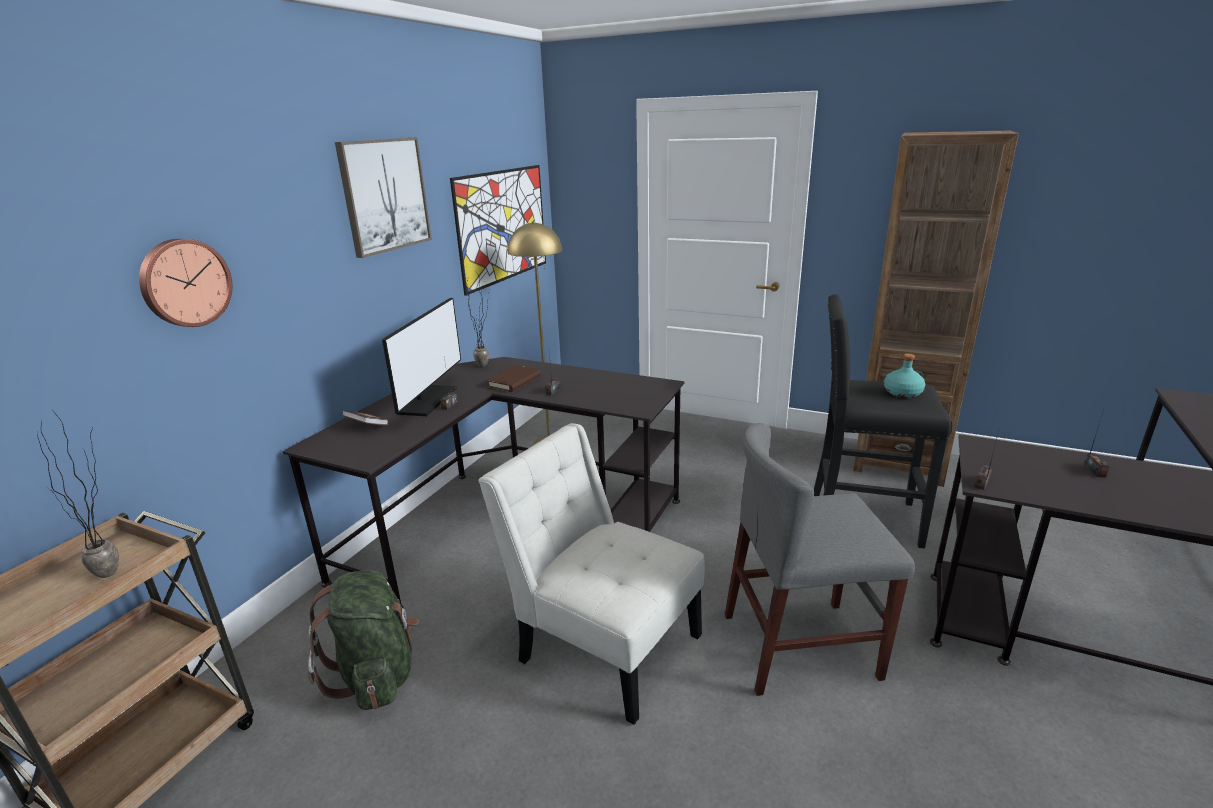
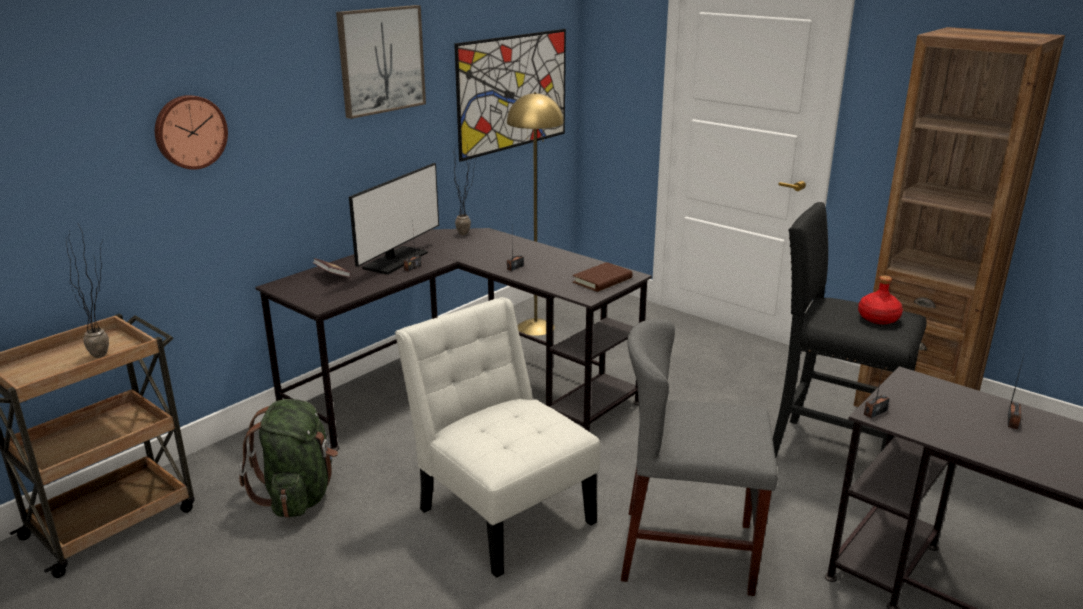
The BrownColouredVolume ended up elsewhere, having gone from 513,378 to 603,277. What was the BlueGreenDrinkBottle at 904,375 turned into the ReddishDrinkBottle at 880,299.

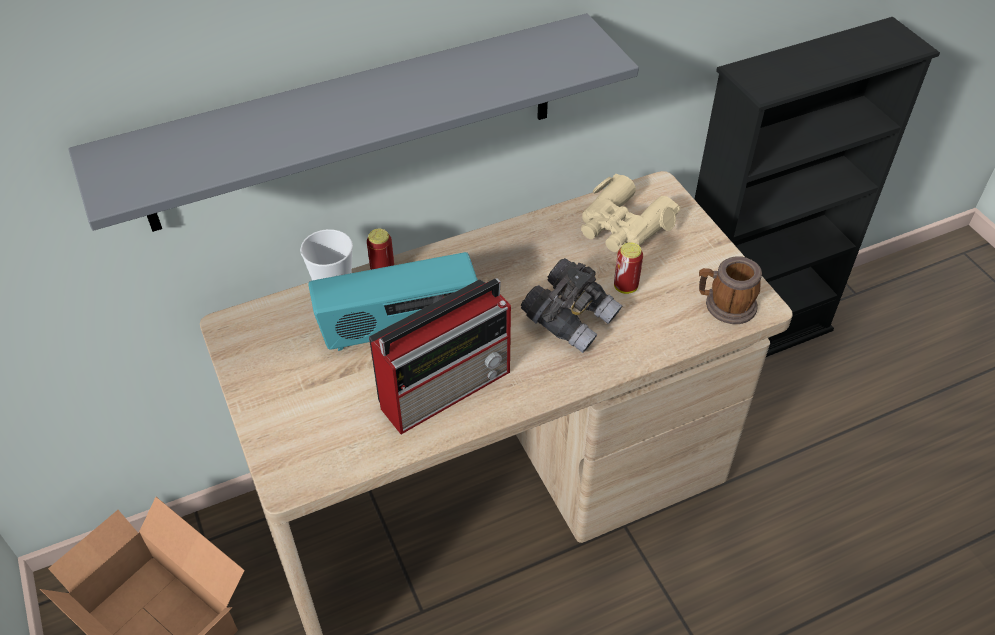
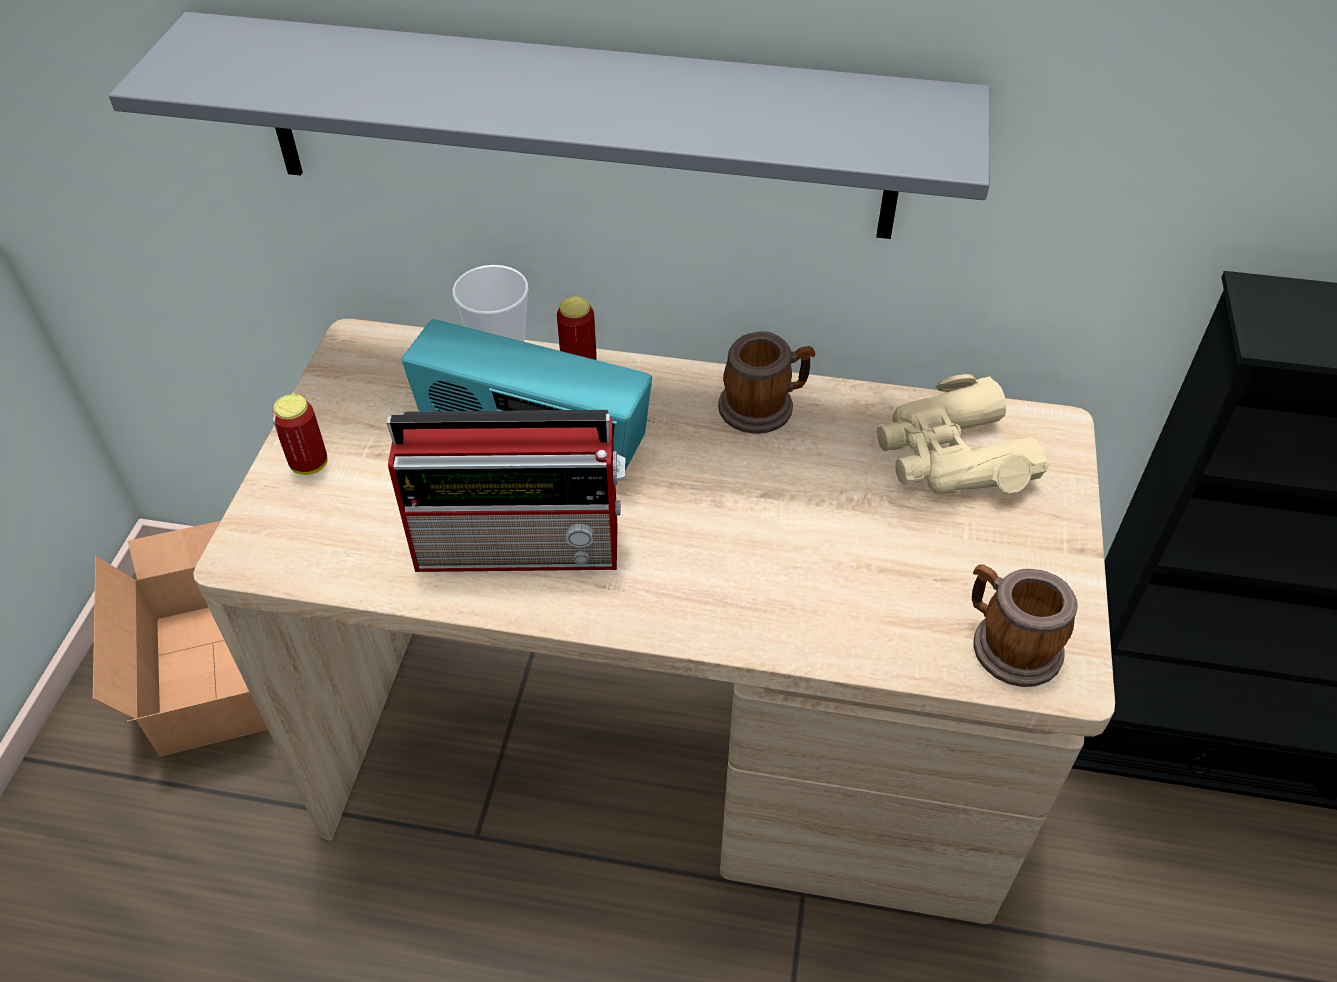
The second view lost the GrayBinoculars at 571,305. The MetalCan ended up elsewhere, having gone from 628,268 to 300,434. The second view gained the CoffeeMug at 766,383.

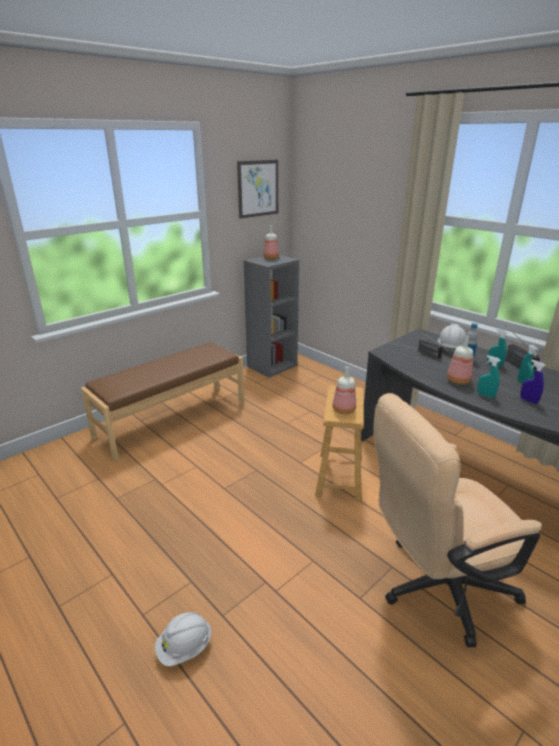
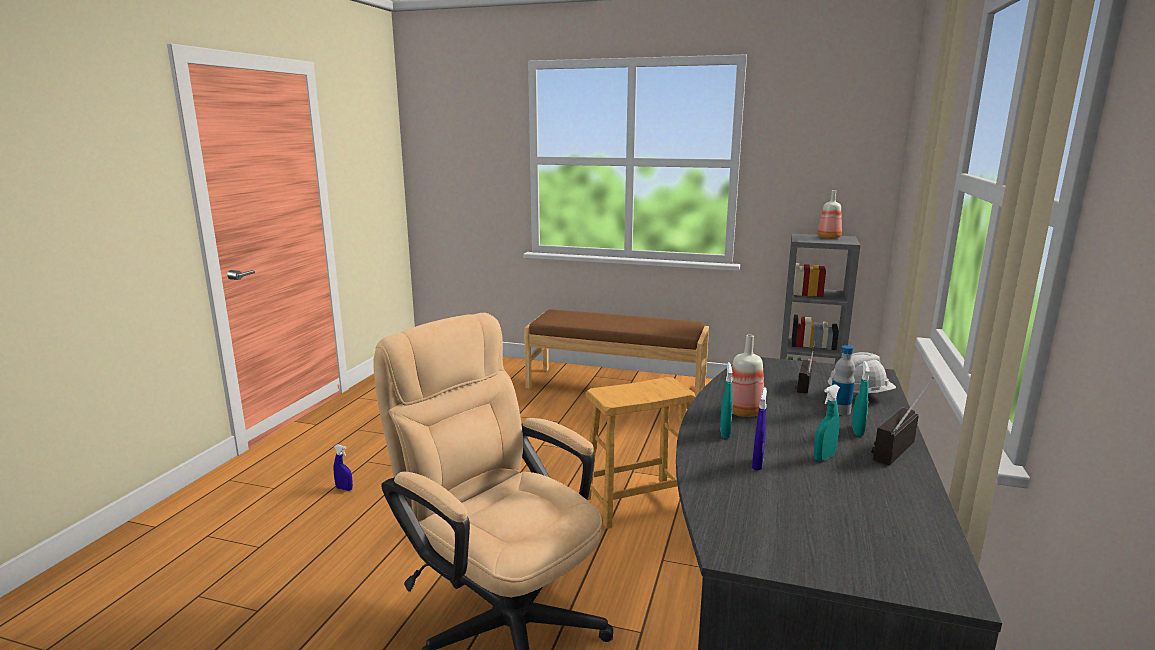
Where the WhiteHardHat stood at 183,639, the BluishSprayer came to stand at 343,467. The second view lost the WallPicture at 257,189. The second view lost the DrinkBottle at 344,390.

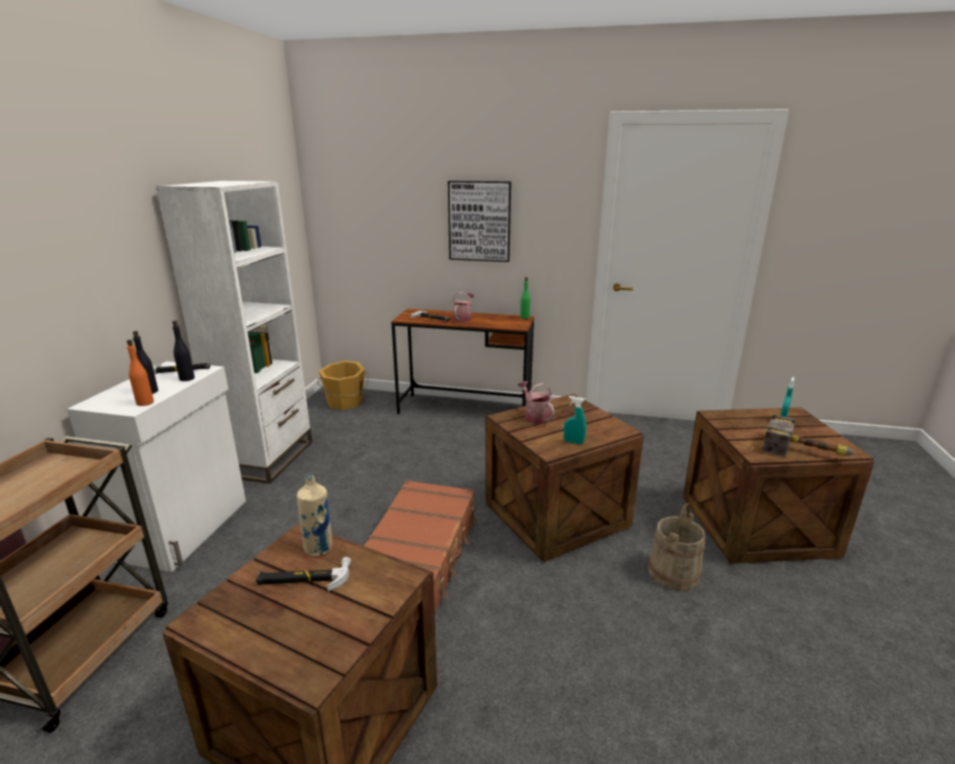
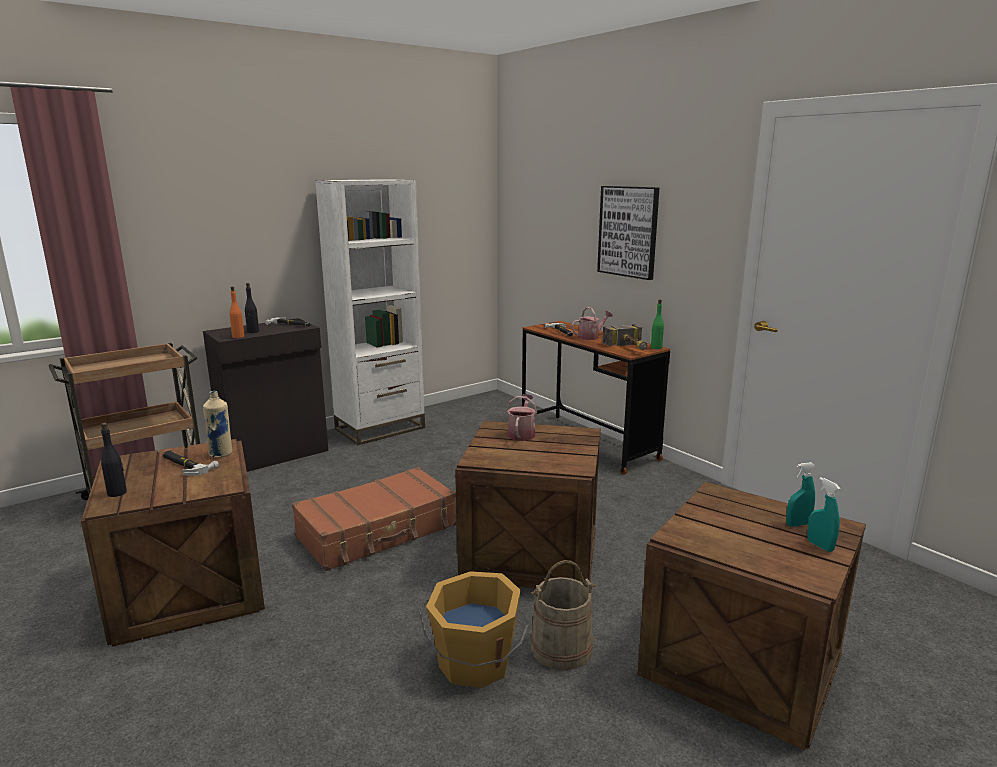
What was the WhiteCabinet at 156,466 turned into the BlackCabinet at 265,395. The BlackDrinkBottle ended up elsewhere, having gone from 183,351 to 114,460. The OrangeBucket ended up elsewhere, having gone from 342,385 to 473,629. The BlueGreenSprayer ended up elsewhere, having gone from 575,420 to 824,514. The ToolHammer ended up elsewhere, having gone from 808,435 to 624,337.

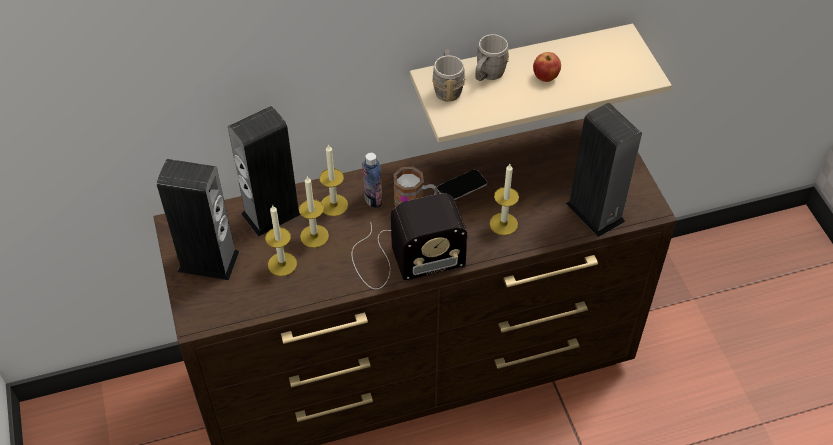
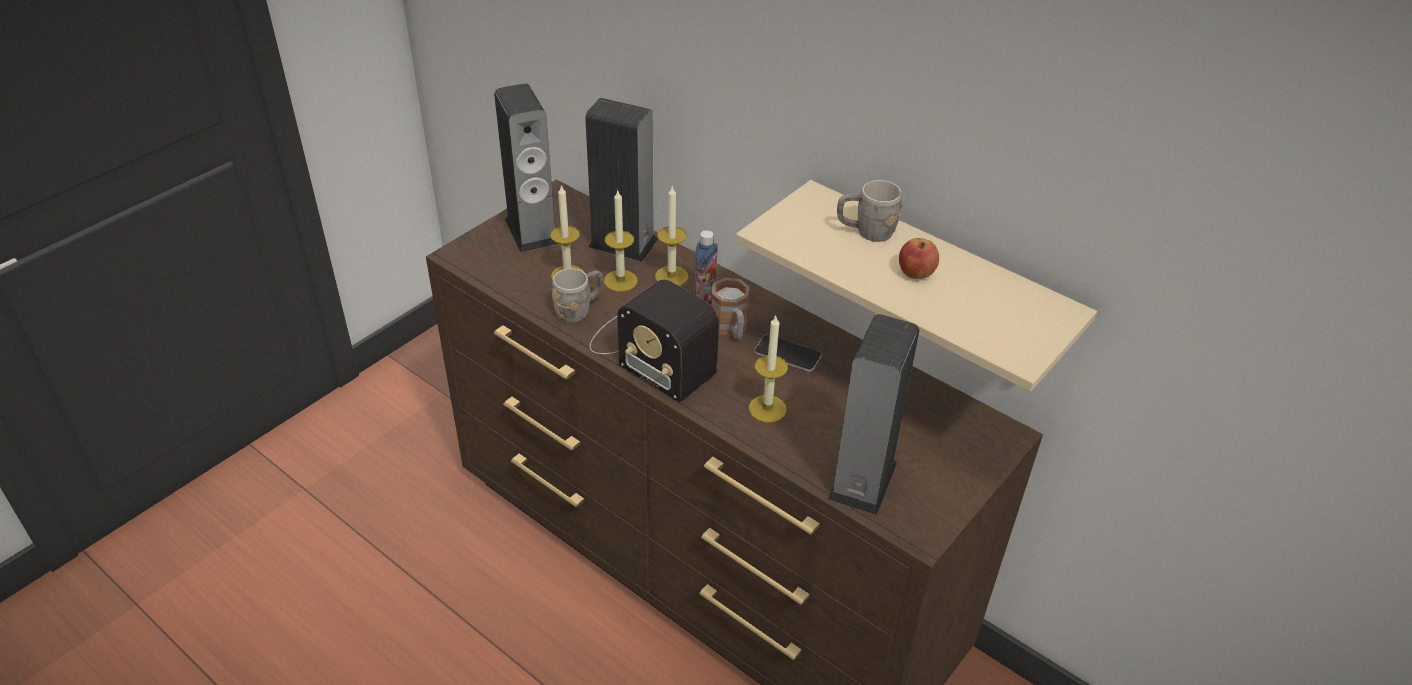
The GrayCoffeeMug ended up elsewhere, having gone from 448,76 to 578,295.

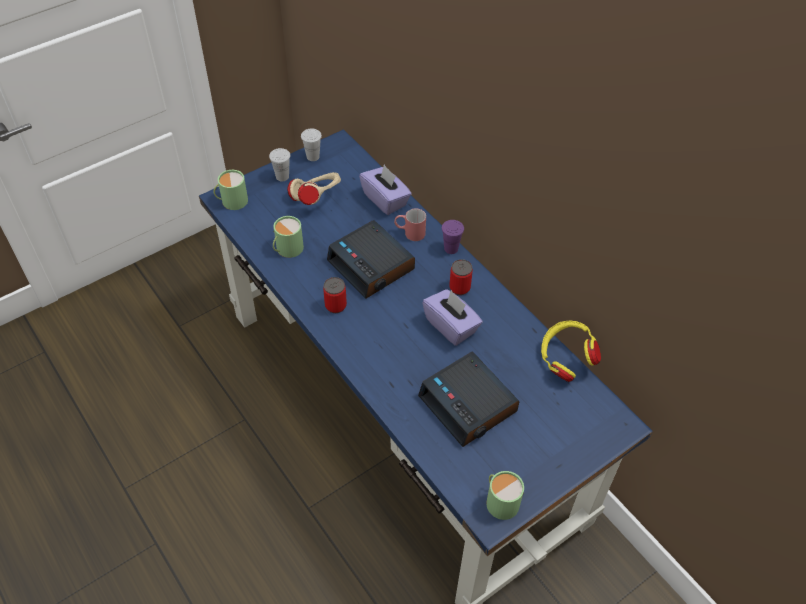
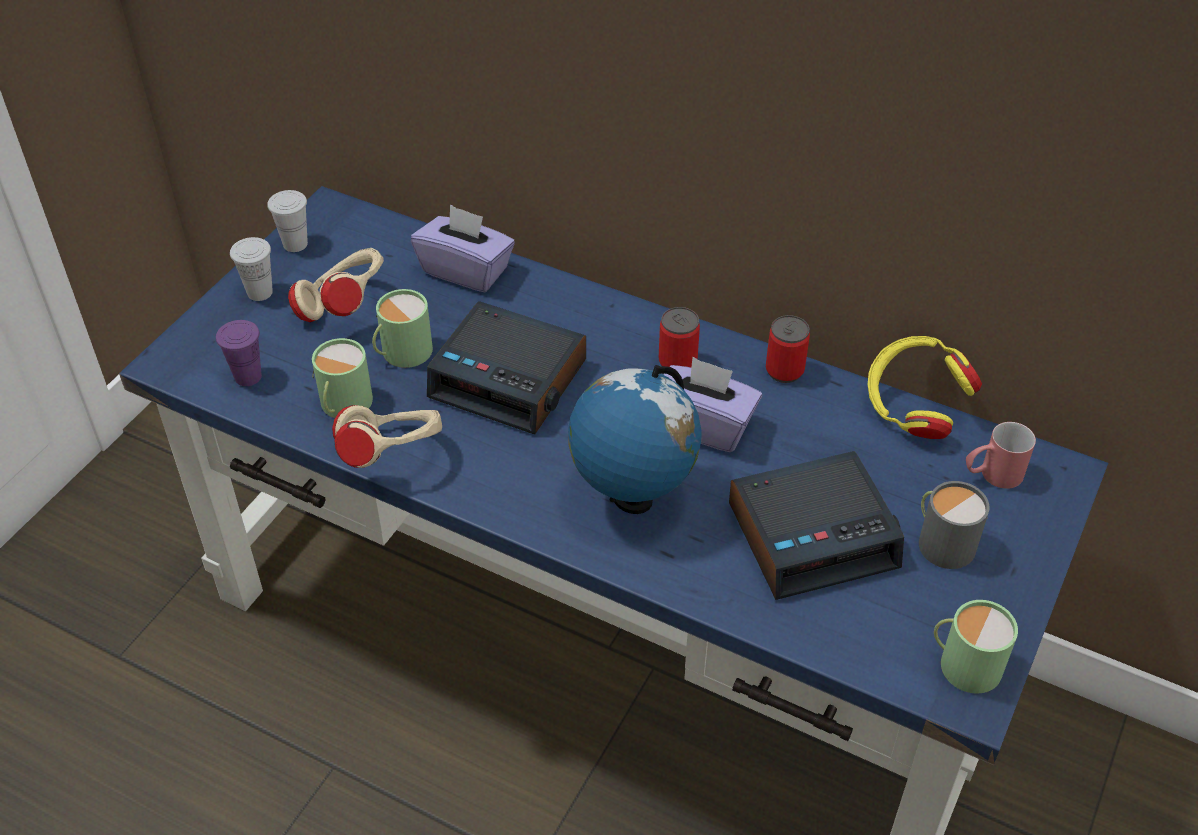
The GreenColouredCoffeeMug ended up elsewhere, having gone from 230,190 to 402,328. The MetalCan ended up elsewhere, having gone from 335,295 to 788,349. The ReddishCoffeeMug ended up elsewhere, having gone from 410,224 to 1001,455. The TableClock at 469,399 ended up facing another way, 45 degrees counterclockwise from before. The PurpleColouredSmallCup ended up elsewhere, having gone from 453,237 to 239,353. The second view gained the SandColouredHeadphones at 387,436. The second view gained the Globe at 635,439. The second view gained the GrayCoffeeMug at 954,525.

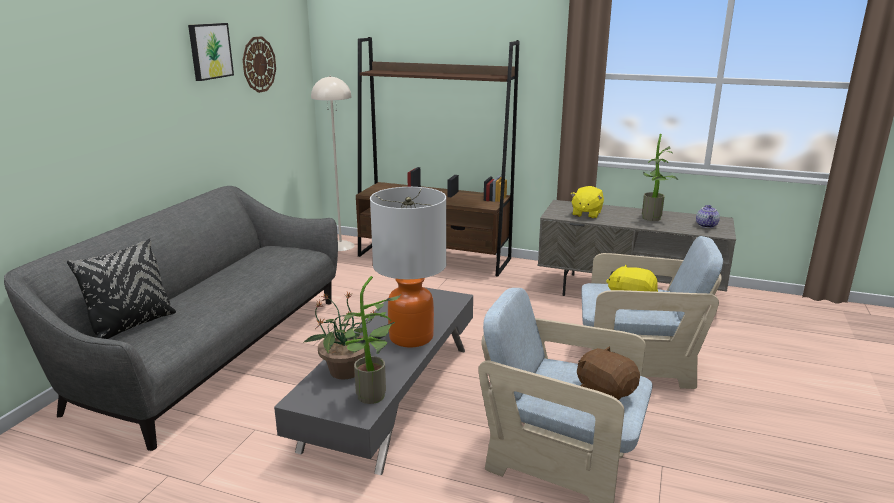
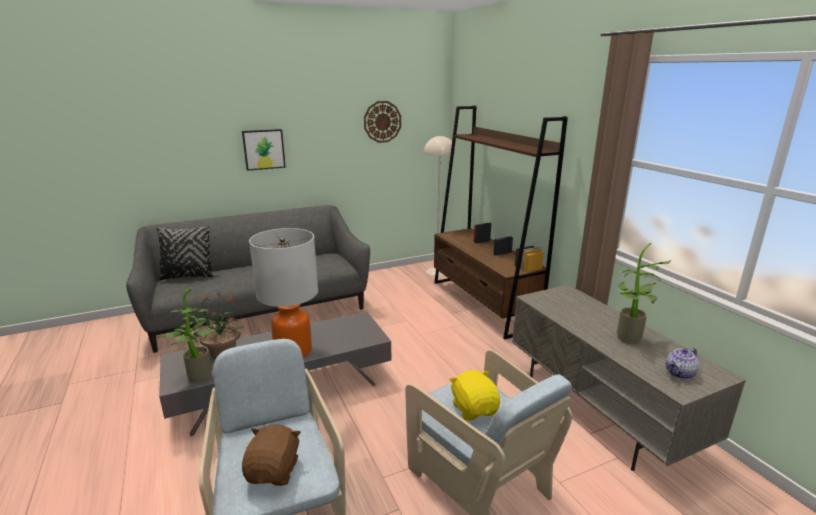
The WallPicture ended up elsewhere, having gone from 211,52 to 264,150. The second view lost the YellowColouredPlushToy at 587,202.

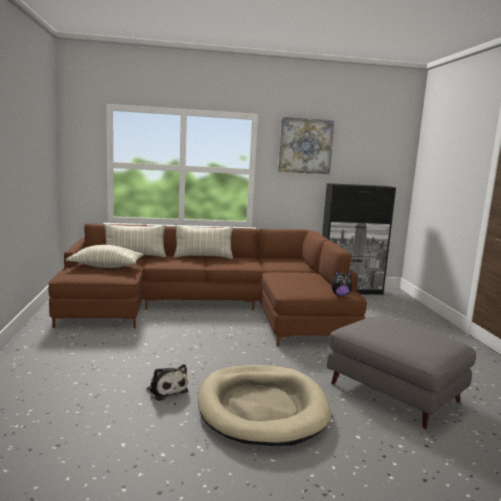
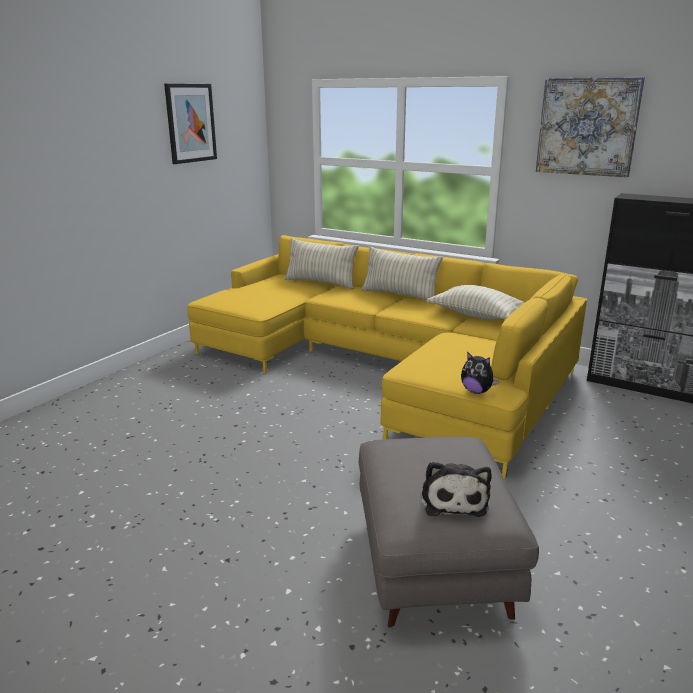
What was the BrownColouredSofa at 207,285 turned into the YellowColouredSofa at 387,357. The Cushion ended up elsewhere, having gone from 105,256 to 476,302. The PlushToy ended up elsewhere, having gone from 167,382 to 457,489. The second view lost the SandColouredDogBed at 264,405. The second view gained the WallPicture at 190,123.

